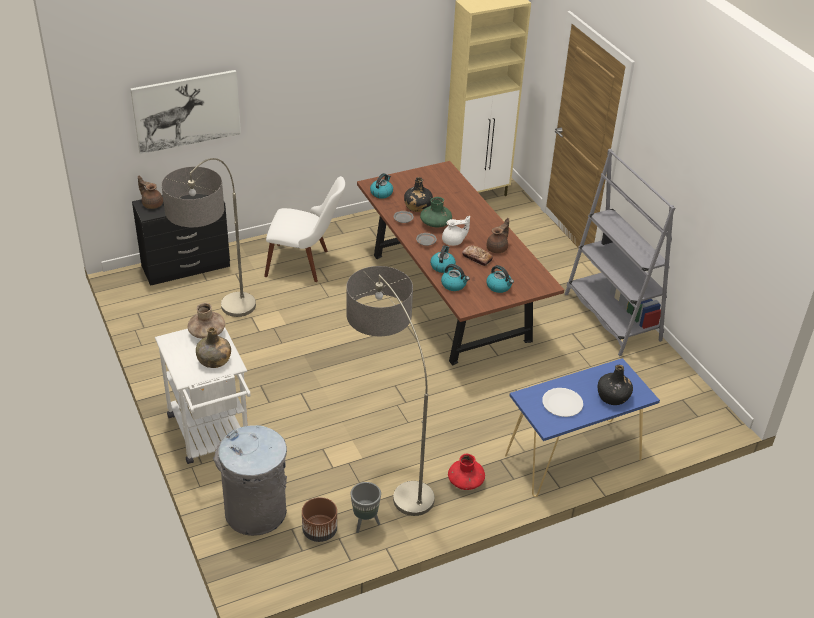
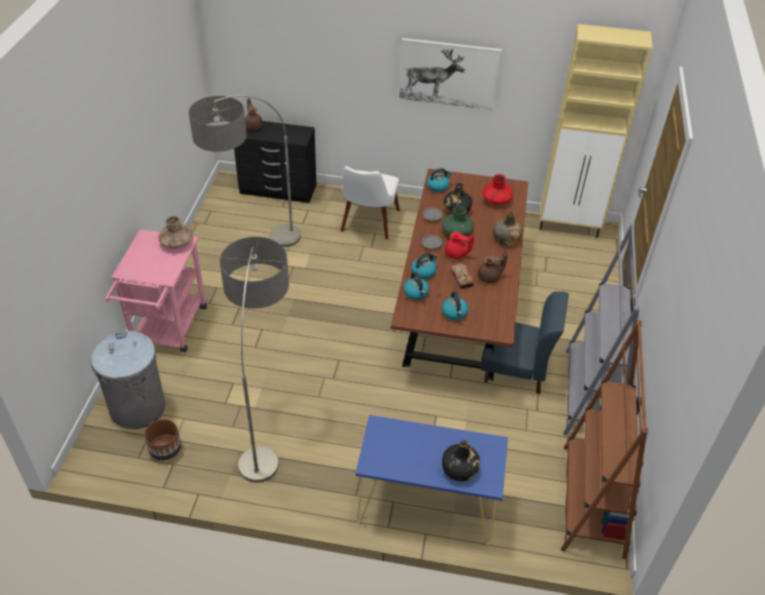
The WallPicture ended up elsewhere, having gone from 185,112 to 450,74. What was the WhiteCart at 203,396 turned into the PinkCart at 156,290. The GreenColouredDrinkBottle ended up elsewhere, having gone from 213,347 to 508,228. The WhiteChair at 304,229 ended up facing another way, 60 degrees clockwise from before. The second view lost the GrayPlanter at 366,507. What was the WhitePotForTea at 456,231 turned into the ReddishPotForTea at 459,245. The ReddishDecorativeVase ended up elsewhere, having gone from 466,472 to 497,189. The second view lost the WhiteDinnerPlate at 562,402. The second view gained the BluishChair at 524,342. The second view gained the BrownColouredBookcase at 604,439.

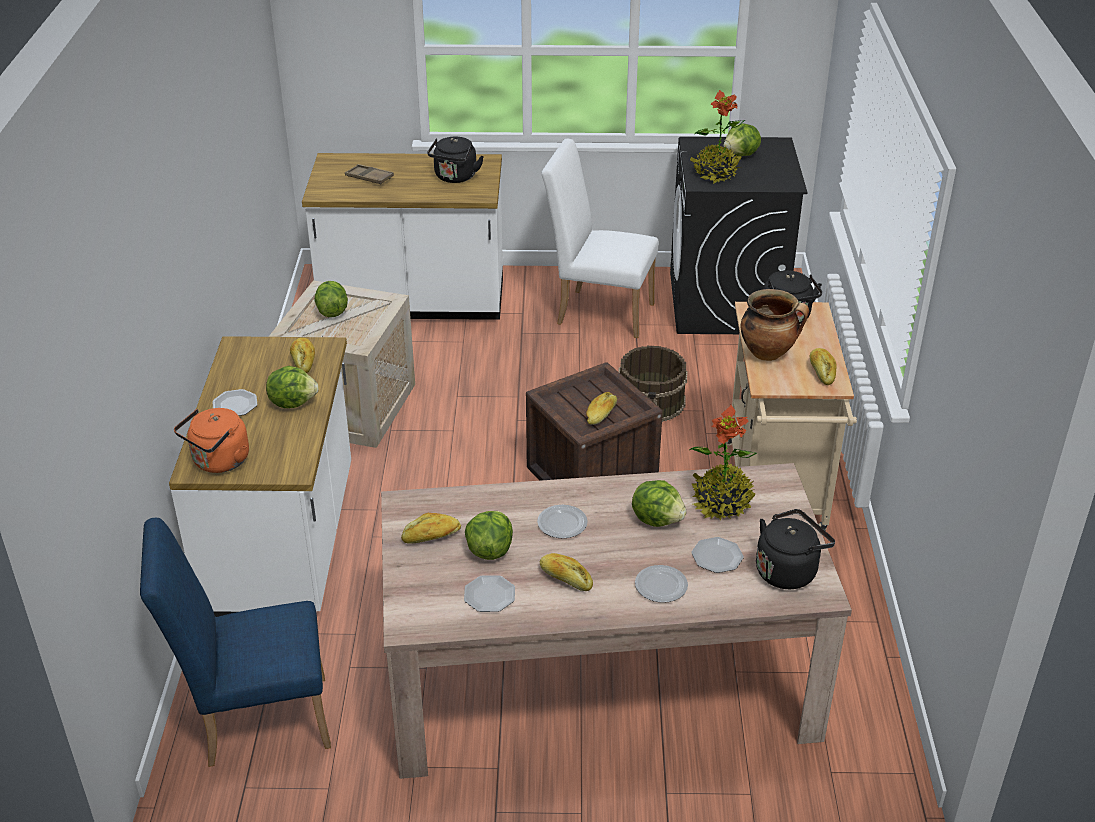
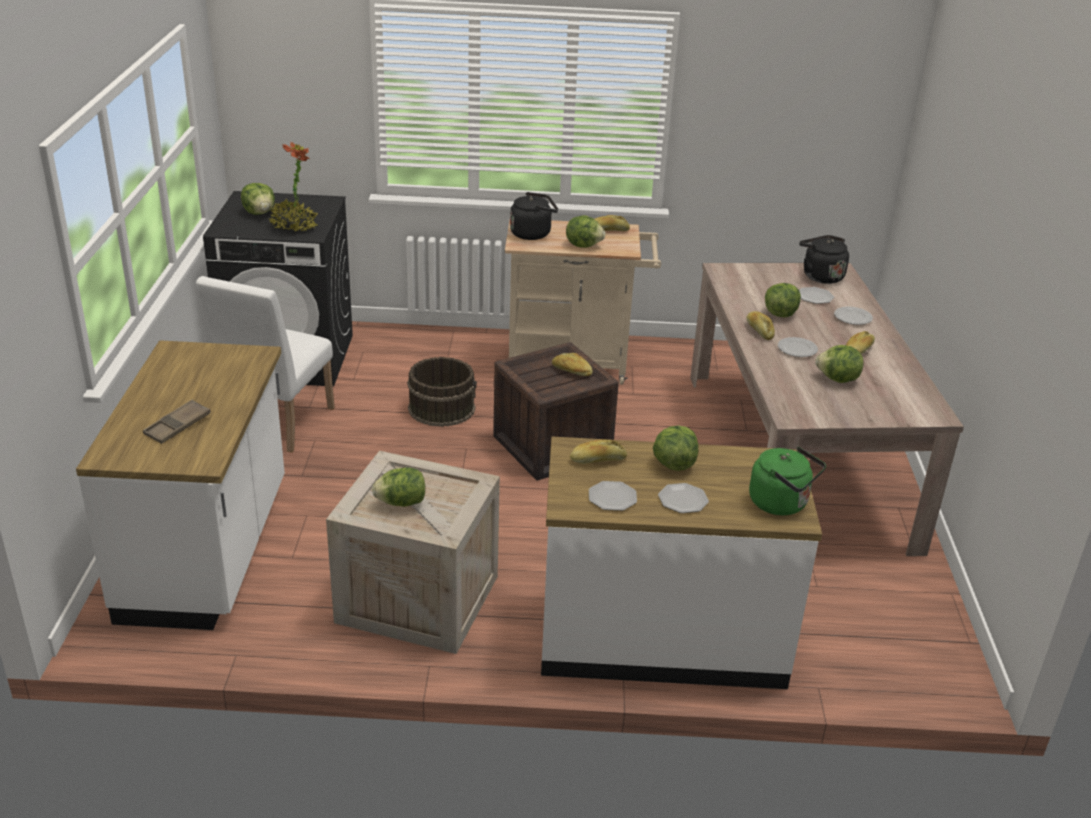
The second view lost the BluishChair at 235,642. What was the OrangeWaterKettle at 211,440 turned into the GreenColouredWaterKettle at 787,481. The BakeryBread ended up elsewhere, having gone from 431,528 to 761,325. The second view lost the BlackWaterKettle at 455,160. The DinnerPlate ended up elsewhere, having gone from 489,593 to 613,496. The second view lost the PottedPlant at 723,462. Where the Stockpot stood at 775,325, the HeadOfLettuce came to stand at 586,231.

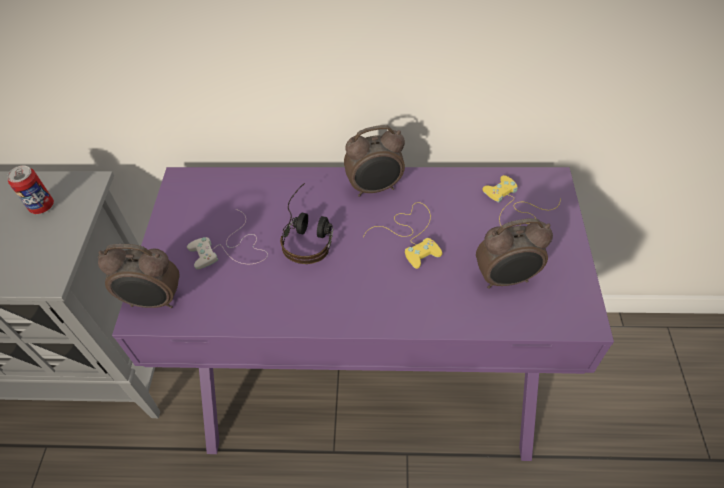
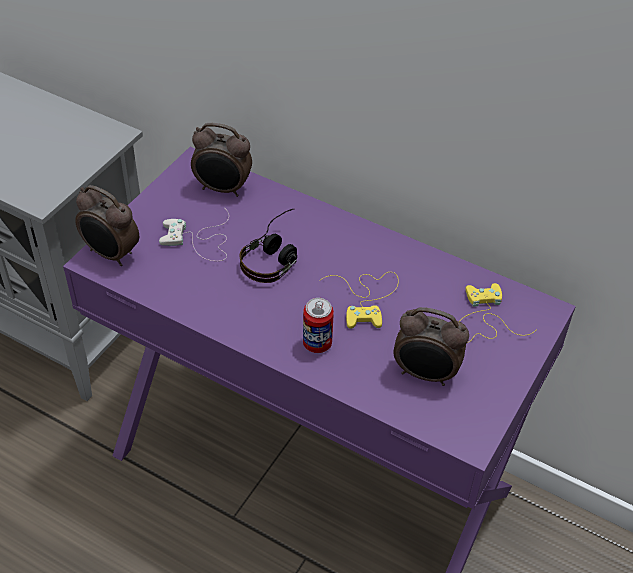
The MetalCan ended up elsewhere, having gone from 30,189 to 318,325. The TableClock ended up elsewhere, having gone from 374,161 to 221,160.

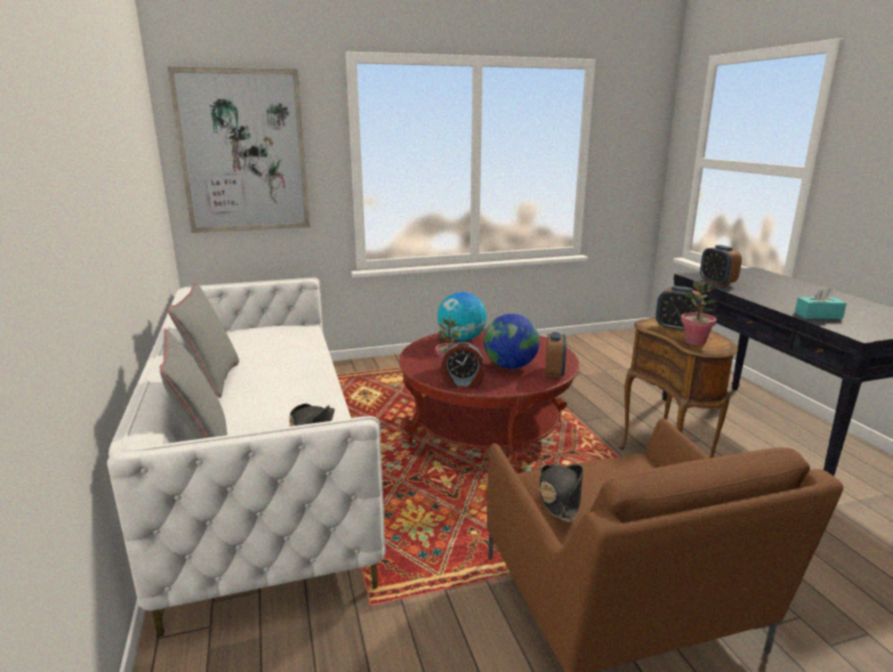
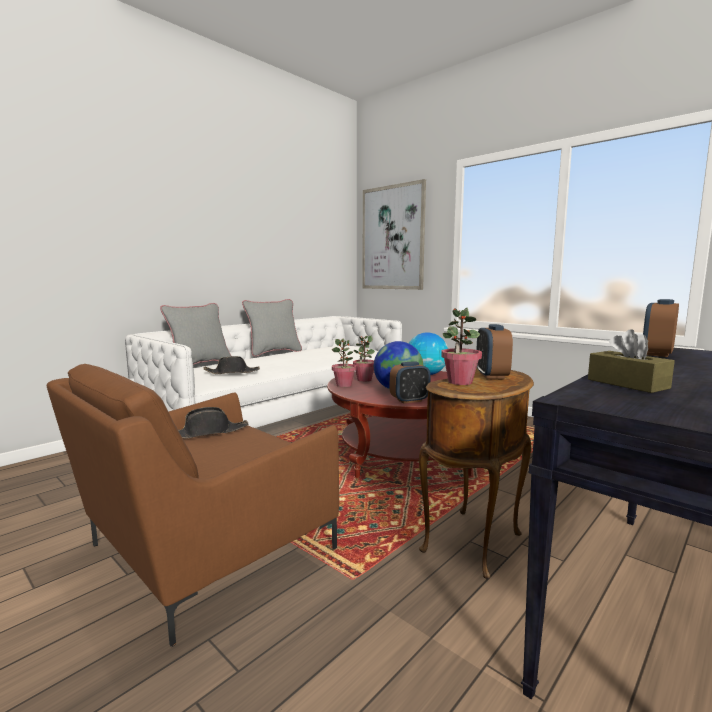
Where the TableClock stood at 463,365, the PottedPlant came to stand at 344,362. What was the BlueGreenTissueHolder at 821,302 turned into the BrownColouredTissueHolder at 631,361.

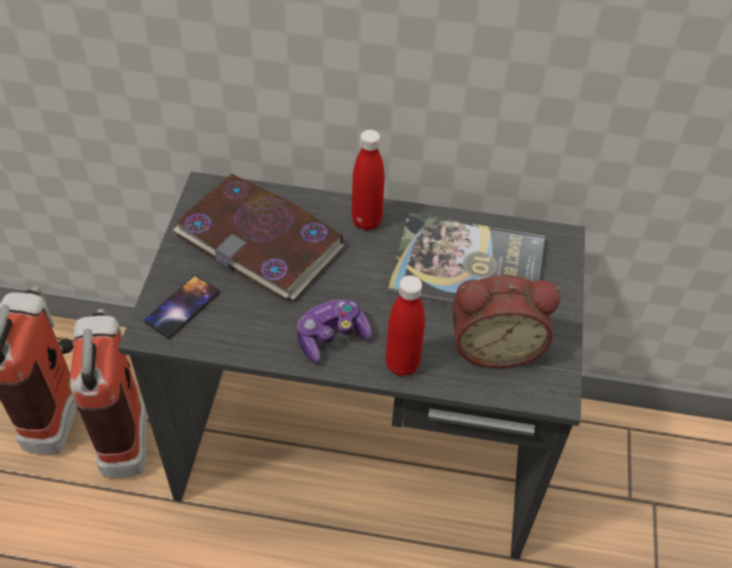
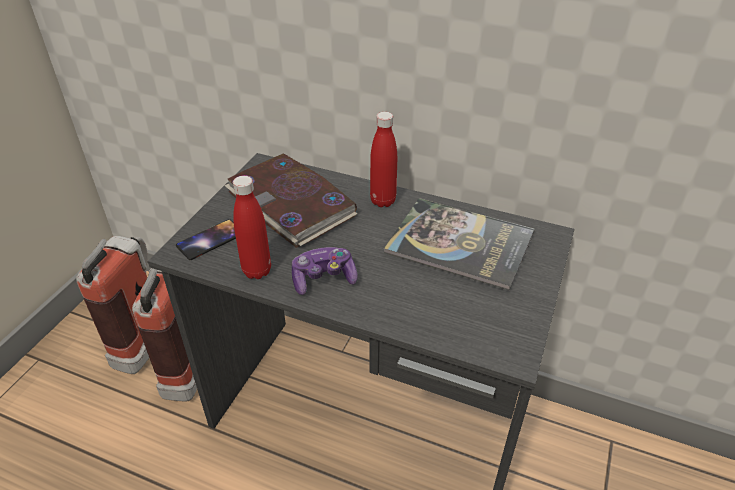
The ReddishDrinkBottle ended up elsewhere, having gone from 405,325 to 252,227. The second view lost the TableClock at 506,321.

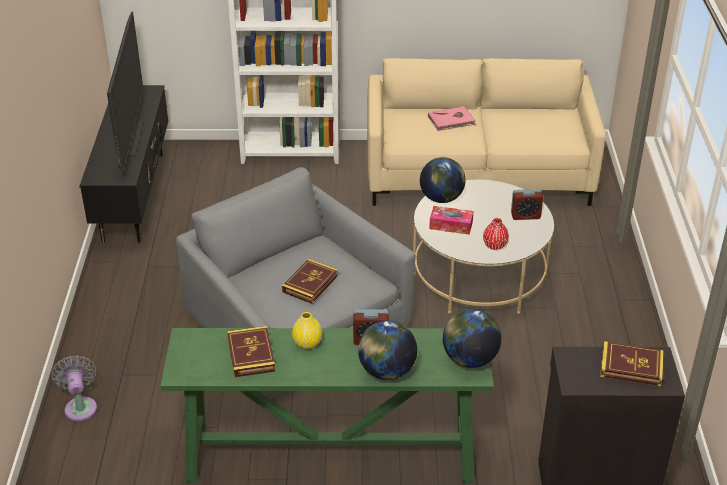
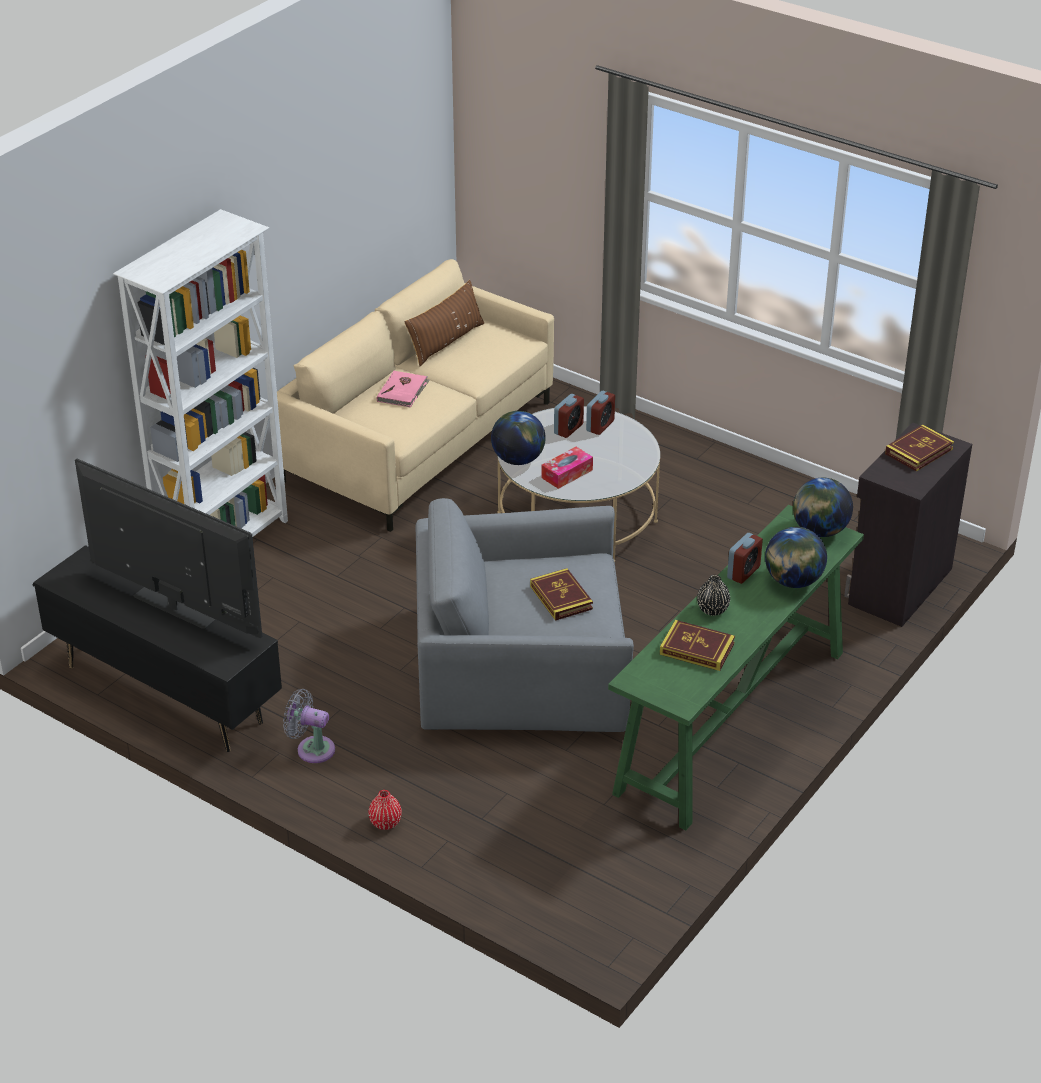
The GrayFan ended up elsewhere, having gone from 74,388 to 309,726. What was the YellowColouredDecorativeVase at 307,330 turned into the BlackDecorativeVase at 713,595. The ReddishDecorativeVase ended up elsewhere, having gone from 496,234 to 385,810. The second view gained the BrownColouredCushion at 444,323. The second view gained the TableClock at 569,416.

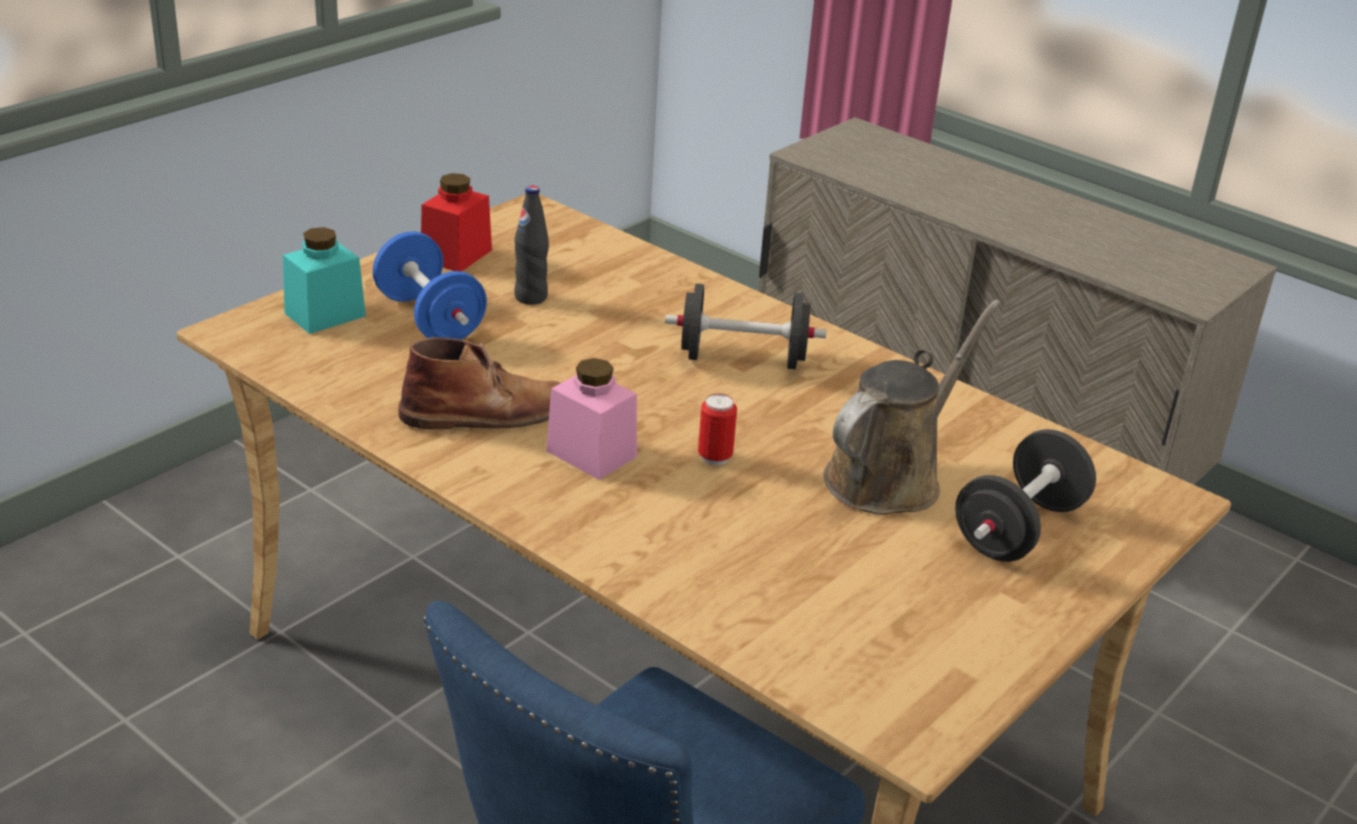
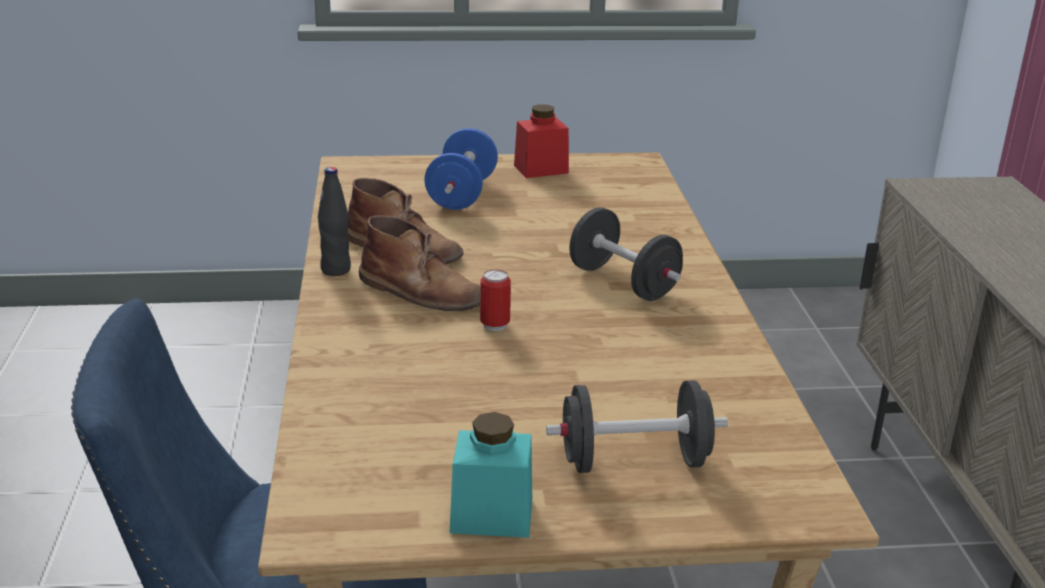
The BlueGreenJar ended up elsewhere, having gone from 324,280 to 491,475. The BlackDrinkBottle ended up elsewhere, having gone from 531,245 to 334,221. Where the PinkJar stood at 591,419, the BrownColouredHighTopBoot came to stand at 419,263. The second view lost the BrownColouredWateringCan at 912,407.

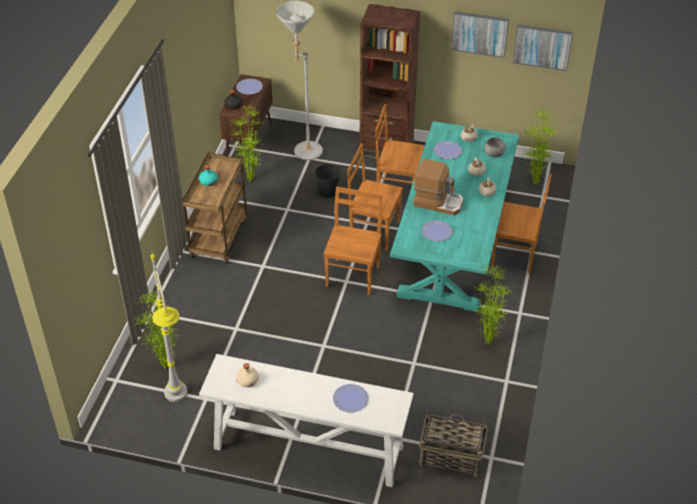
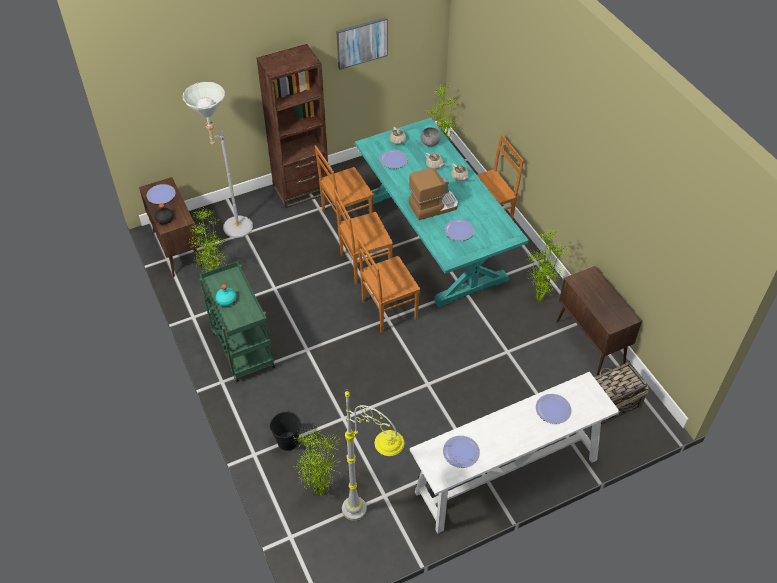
What was the BrownColouredCart at 214,208 turned into the GreenColouredCart at 237,321. Where the SandColouredDrinkBottle stood at 247,375, the DinnerPlate came to stand at 461,452. The BlackBucket ended up elsewhere, having gone from 328,181 to 285,430. The BrownColouredChair at 353,241 ended up facing another way, 90 degrees counterclockwise from before. The second view lost the WallPicture at 543,47. The second view gained the BrownColouredCabinet at 599,320.

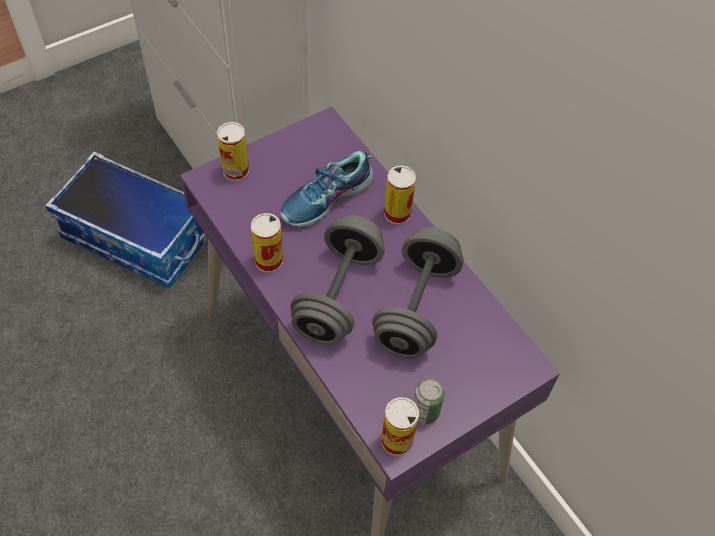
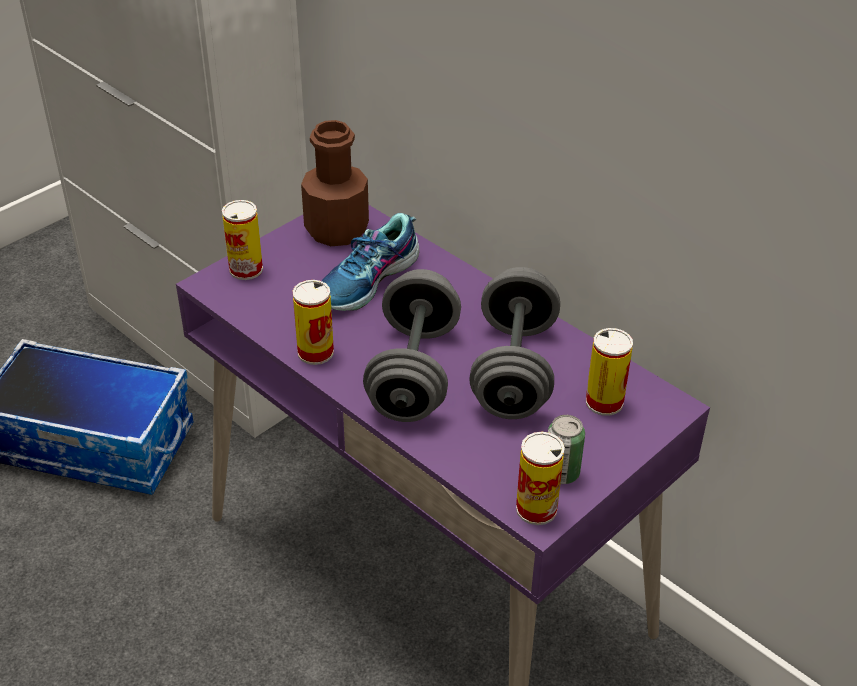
The MetalCan ended up elsewhere, having gone from 400,195 to 609,372. The second view gained the BrownColouredDrinkBottle at 335,183.

